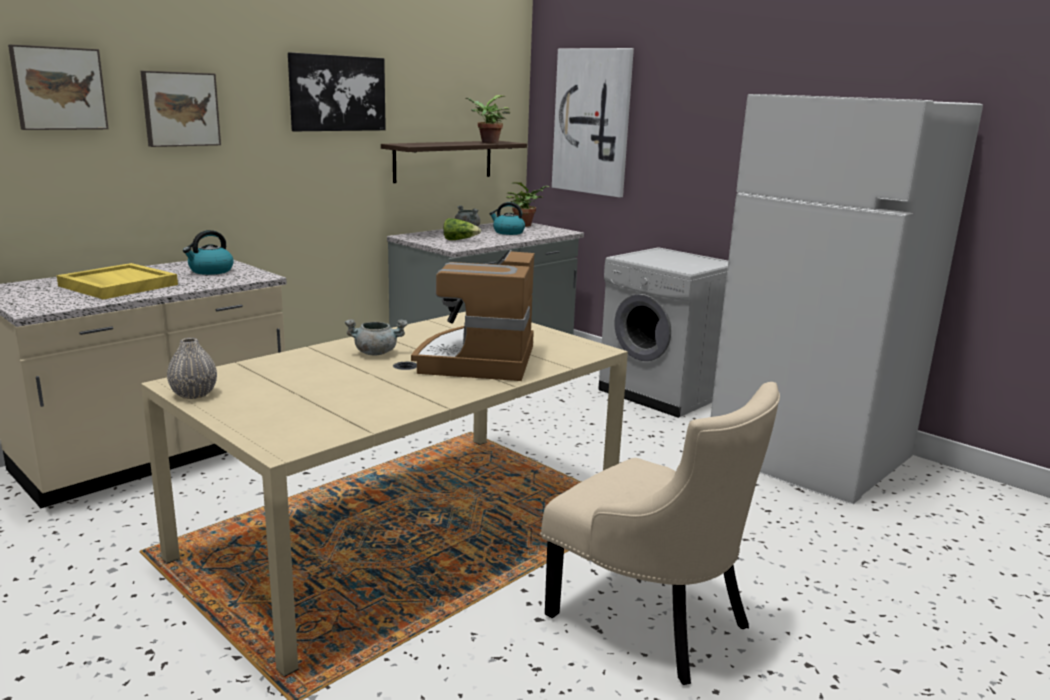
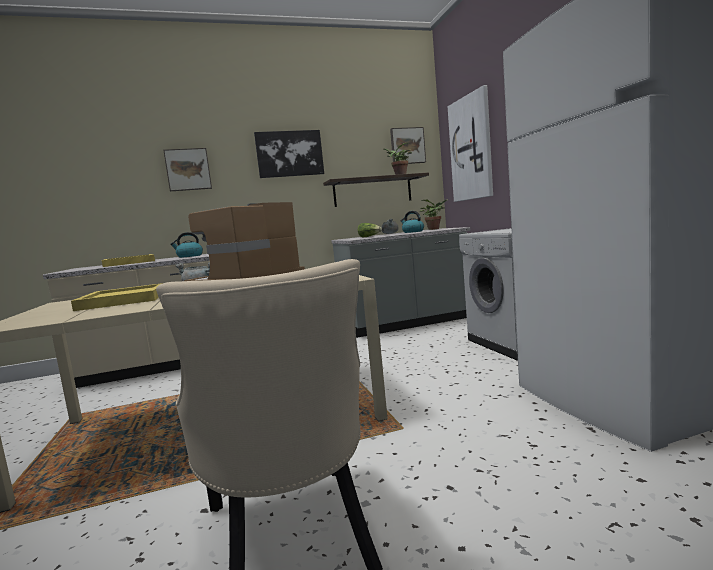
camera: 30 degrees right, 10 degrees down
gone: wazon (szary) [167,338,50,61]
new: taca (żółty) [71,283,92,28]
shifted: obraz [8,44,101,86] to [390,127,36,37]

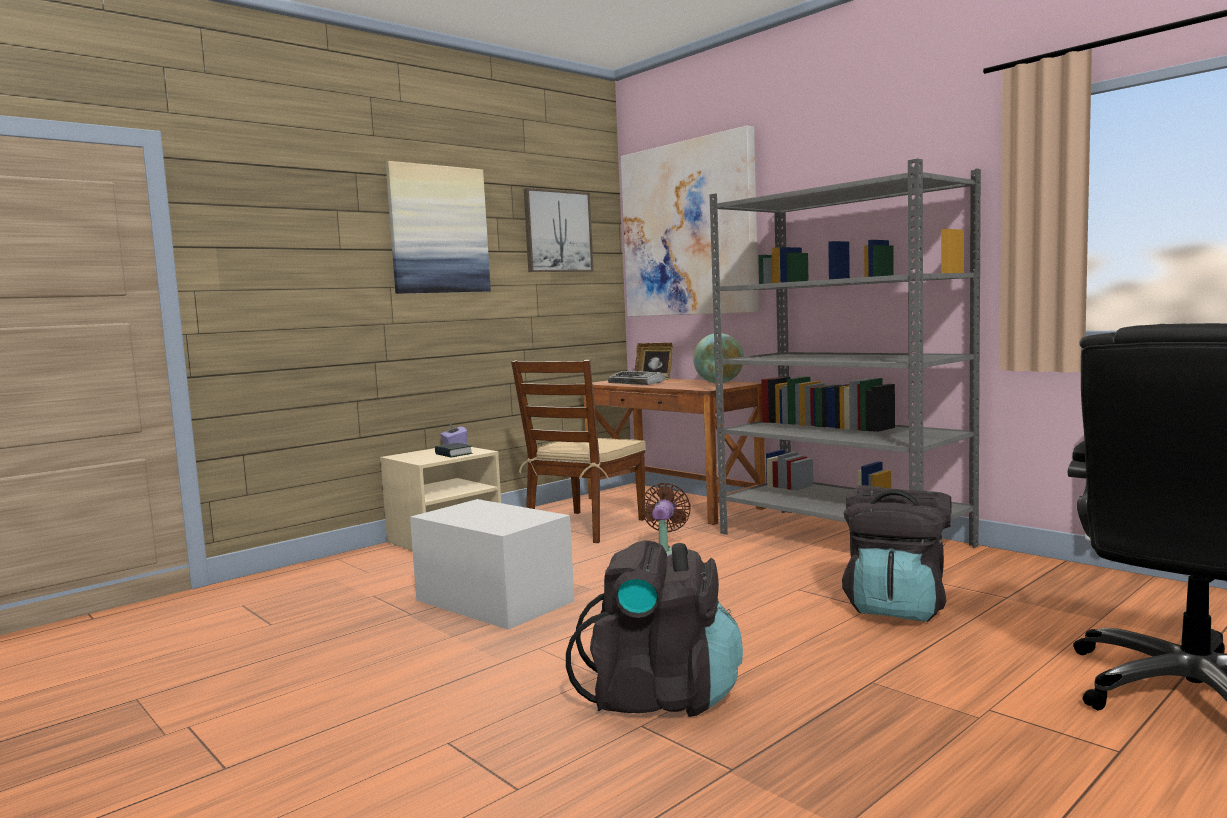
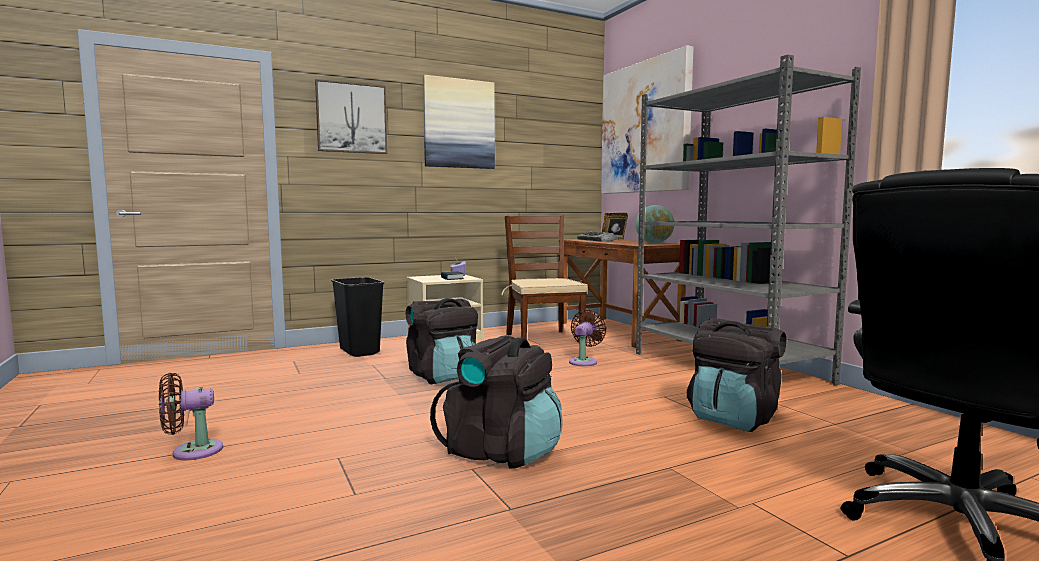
camera: 15 degrees right, 0 degrees up
new: wentylator (brązowy) [159,373,64,87]; kosz na śmieci (czarny) [331,277,53,80]
shifted: obraz [524,188,70,84] to [315,79,72,75]
swapped: pojemnik do przechowywania (biały) [410,499,164,131] to plecak (czarny) [406,298,72,86]
rotated: krzesło (brązowy) [511,360,135,183] = [501,216,87,124] 120 degrees clockwise

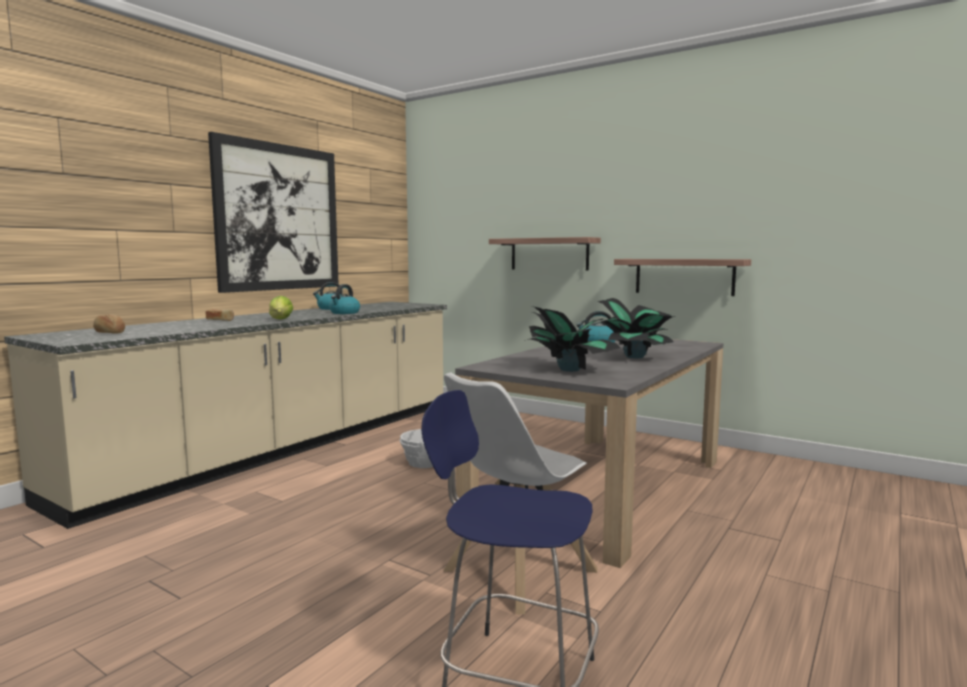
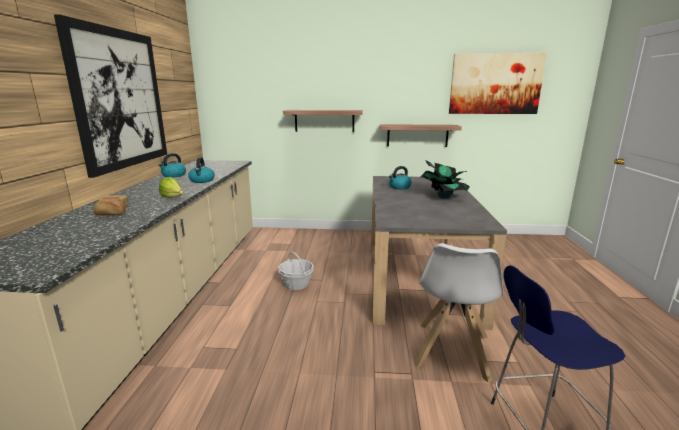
camera: 30 degrees left, 10 degrees up
gone: roślina doniczkowa [524,306,97,66]
new: obraz [449,53,98,61]
shifted: chleb [93,314,32,20] to [93,199,33,16]

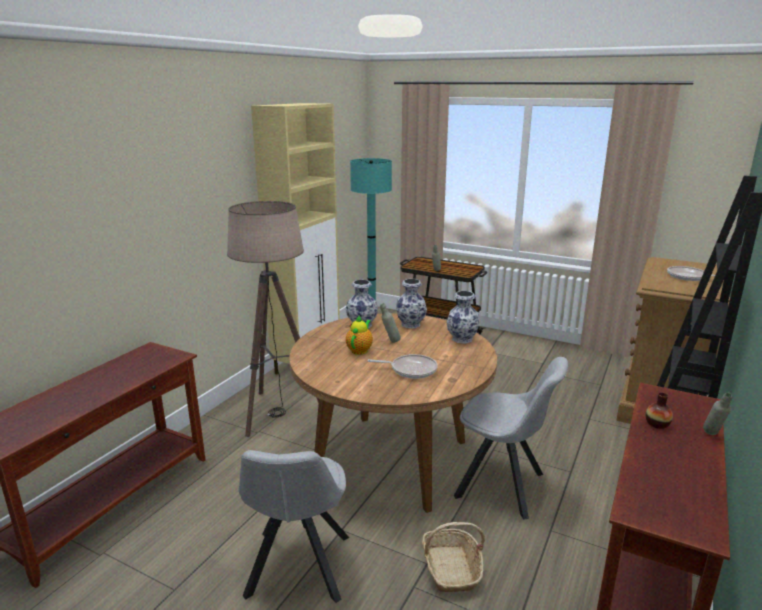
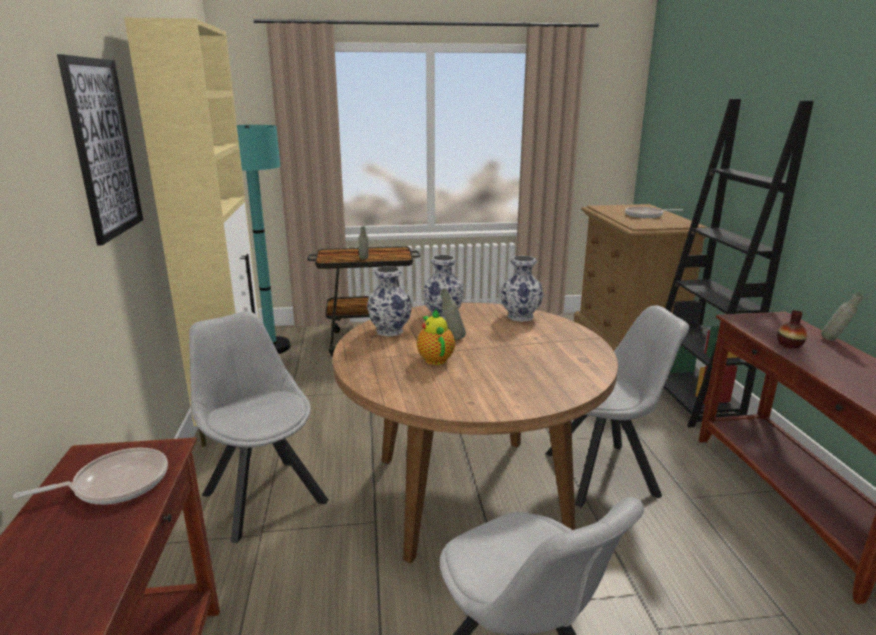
camera: 35 degrees left, 0 degrees up
gone: koszyk [422,522,63,70]
new: obraz [57,54,86,192]
shifted: patelnia [367,354,71,25] to [13,448,155,56]
swapped: lampa stojąca [227,201,92,236] to krzesło (szary) [189,311,139,232]

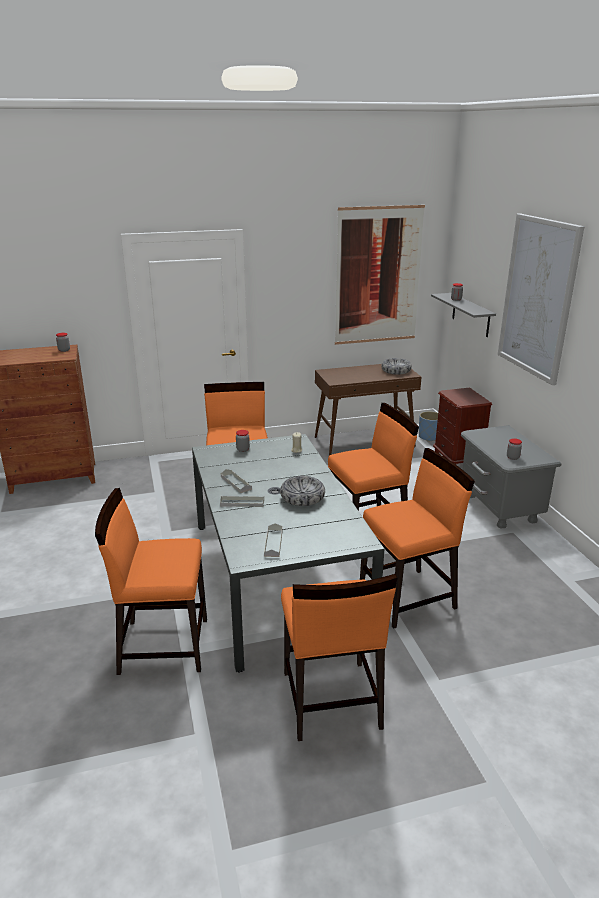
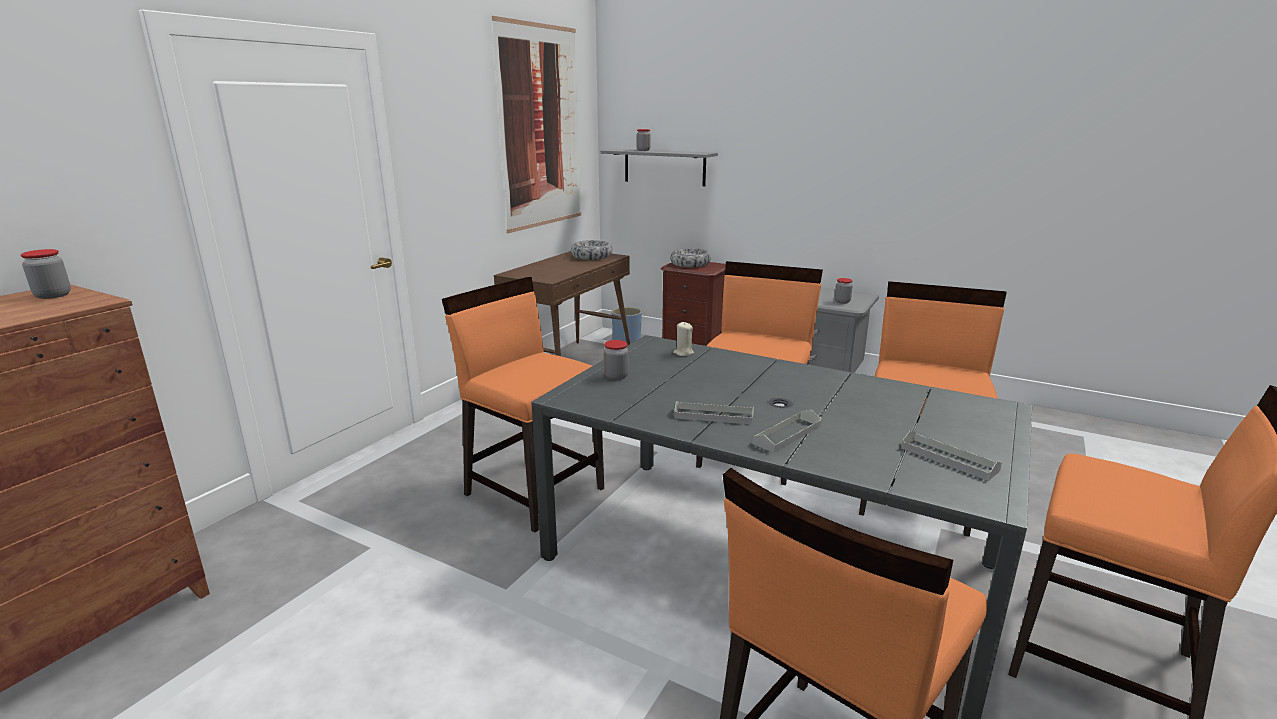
camera: 45 degrees left, 5 degrees down
gone: obraz [498,213,86,172]
shifted: miska [280,476,45,30] to [670,248,41,19]

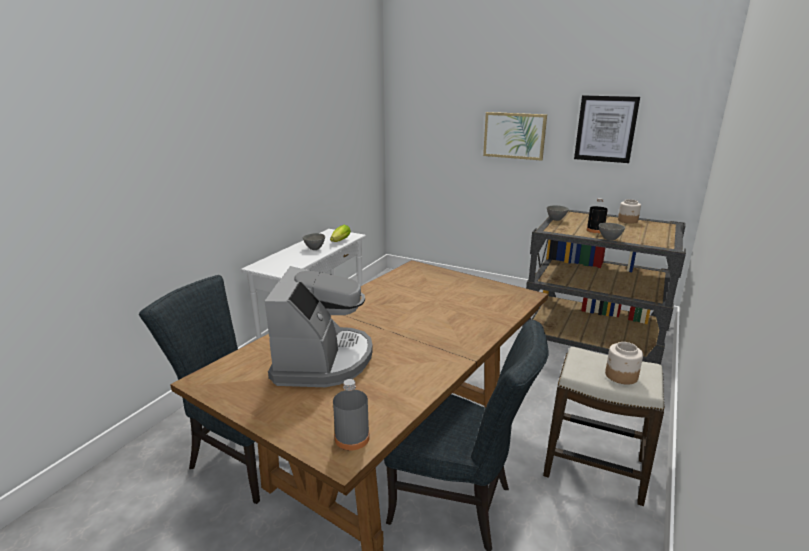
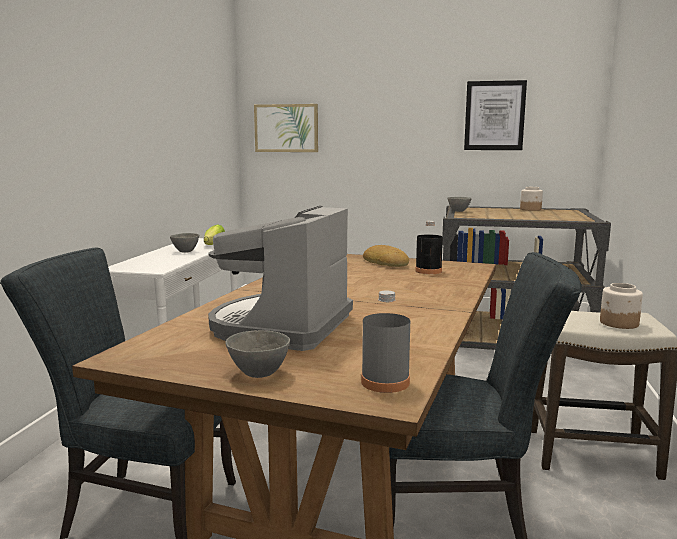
camera: 15 degrees left, 10 degrees down
new: chleb [363,245,46,22]
shifted: obraz [483,112,64,49] to [254,104,64,48]; butelka (czarny) [587,198,21,35] to [415,221,28,53]; miska (szary) [599,223,26,17] to [226,330,64,48]
rotated: ekspres do kawy [264,266,109,121] = [208,206,145,145] 150 degrees counterclockwise

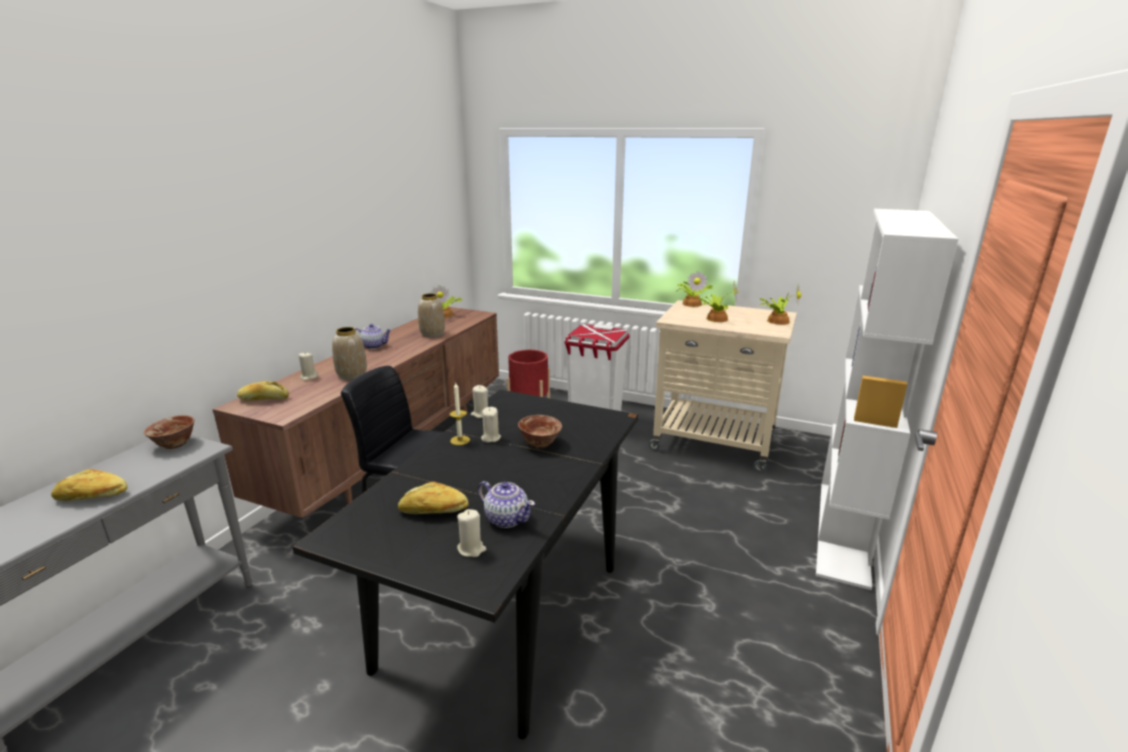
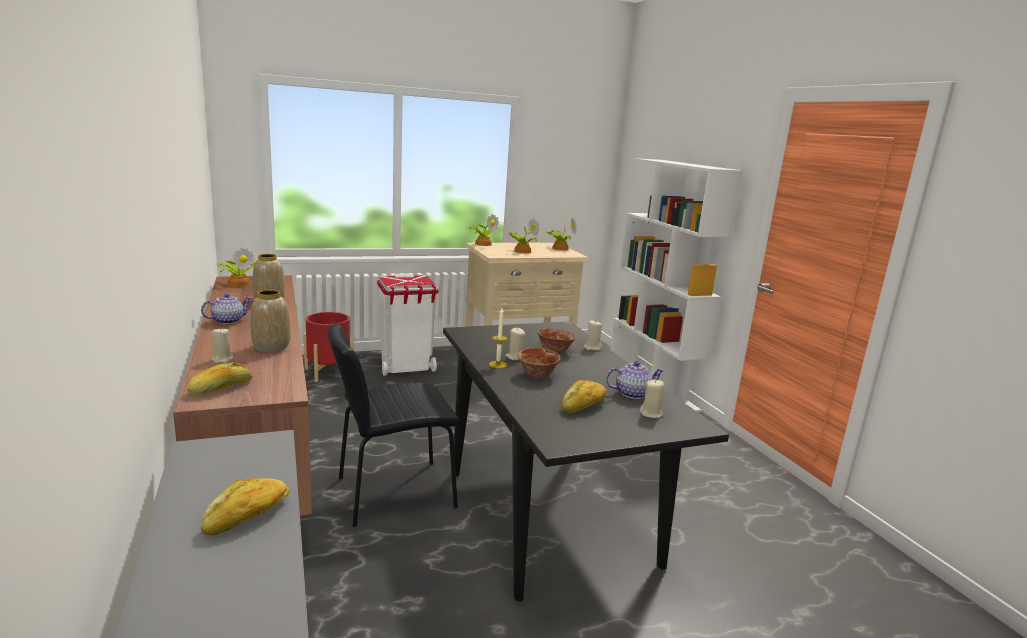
camera: 45 degrees left, 5 degrees down
shifted: miska [144,415,50,34] to [518,347,43,32]; świeca (beżowy) [471,385,17,33] to [583,320,19,30]

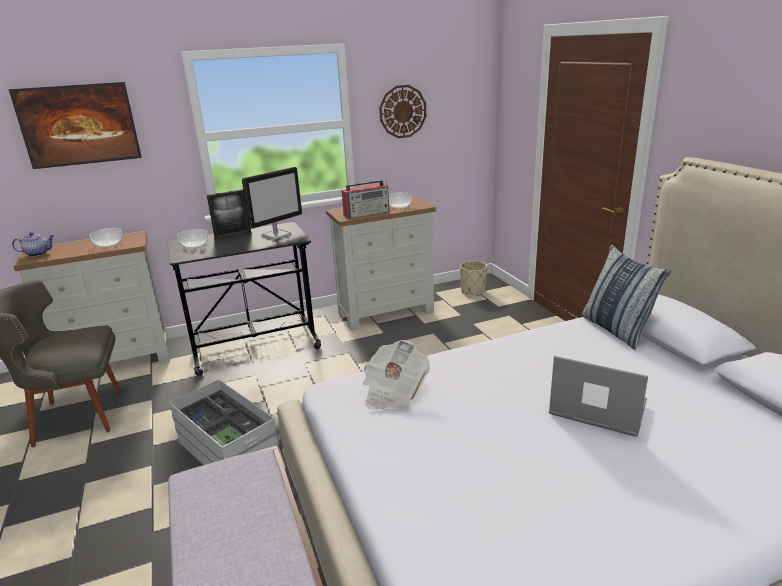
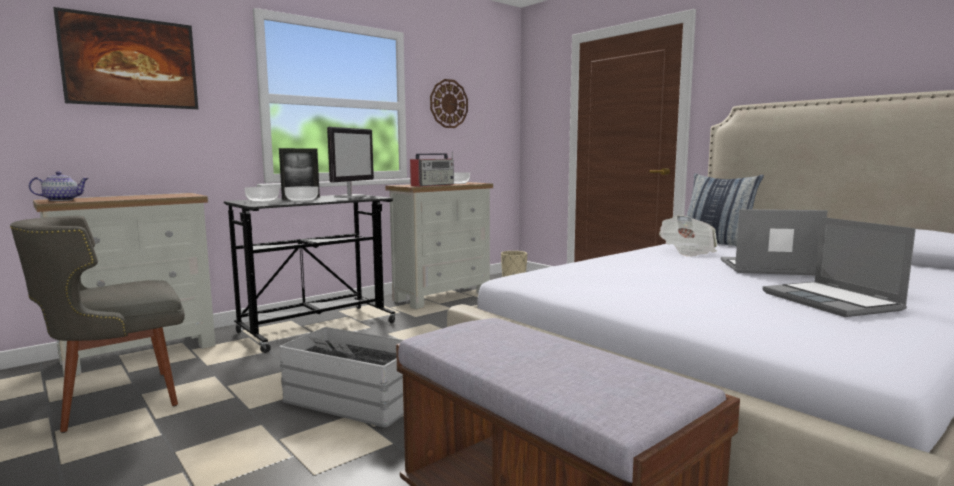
camera: 20 degrees left, 15 degrees down
new: laptop [763,217,153,100]
shifted: miska [89,228,34,19] to [284,186,34,16]; gazeta [363,340,67,69] to [659,215,58,42]

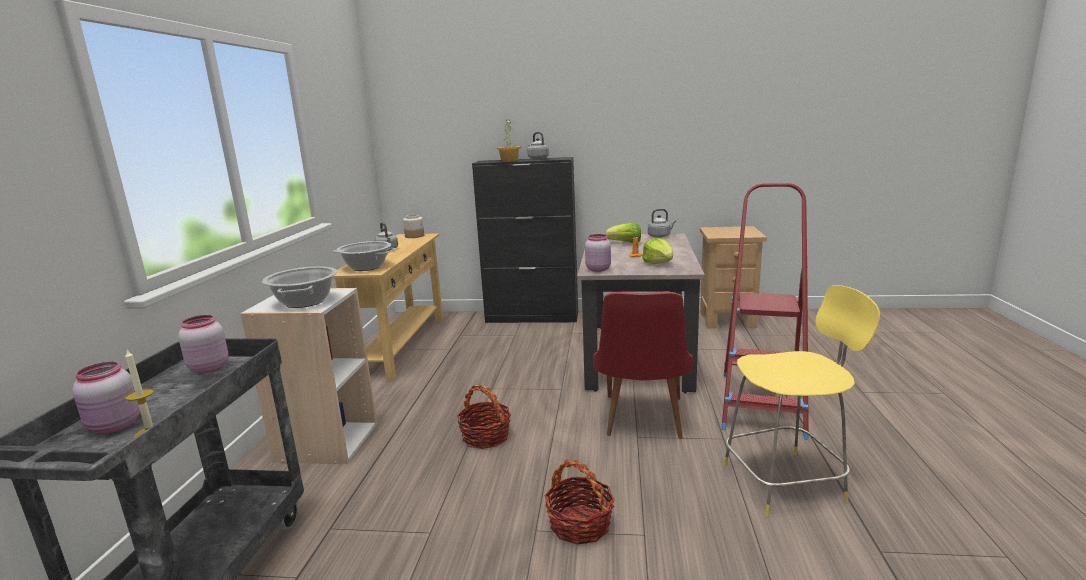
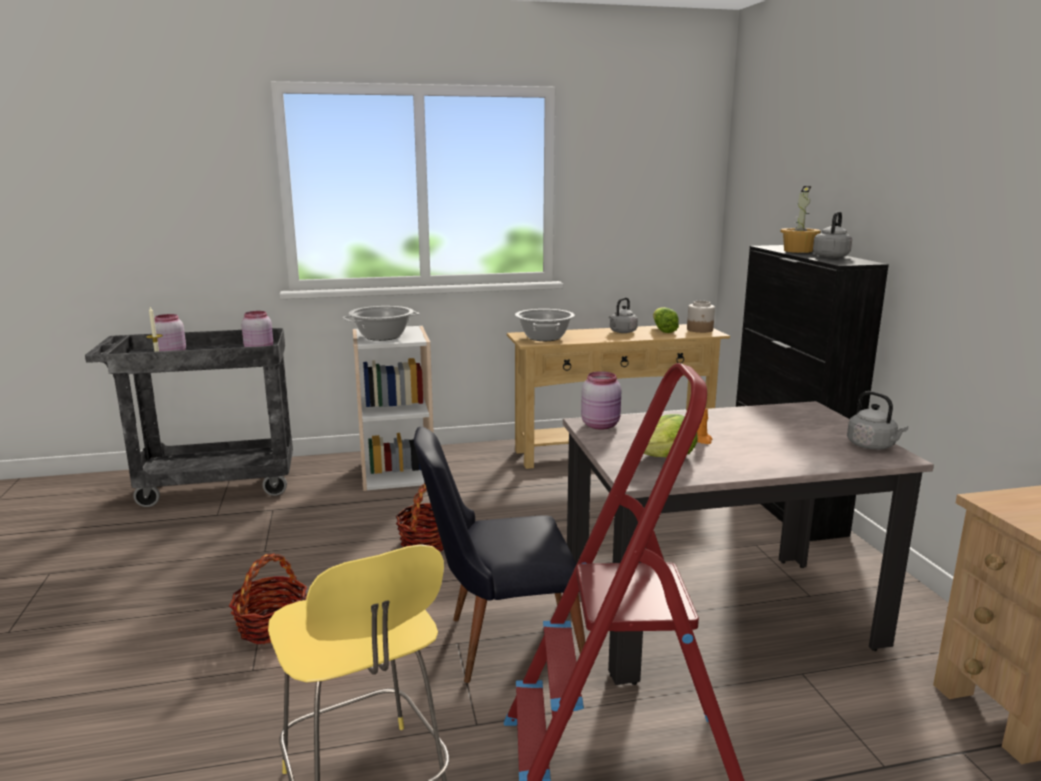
camera: 70 degrees right, 0 degrees up
shifted: sałata [605,222,36,21] to [653,307,26,26]
repainted: krzesło (czerwony) [593,292,100,147] to krzesło (czarny) [414,427,171,256]

